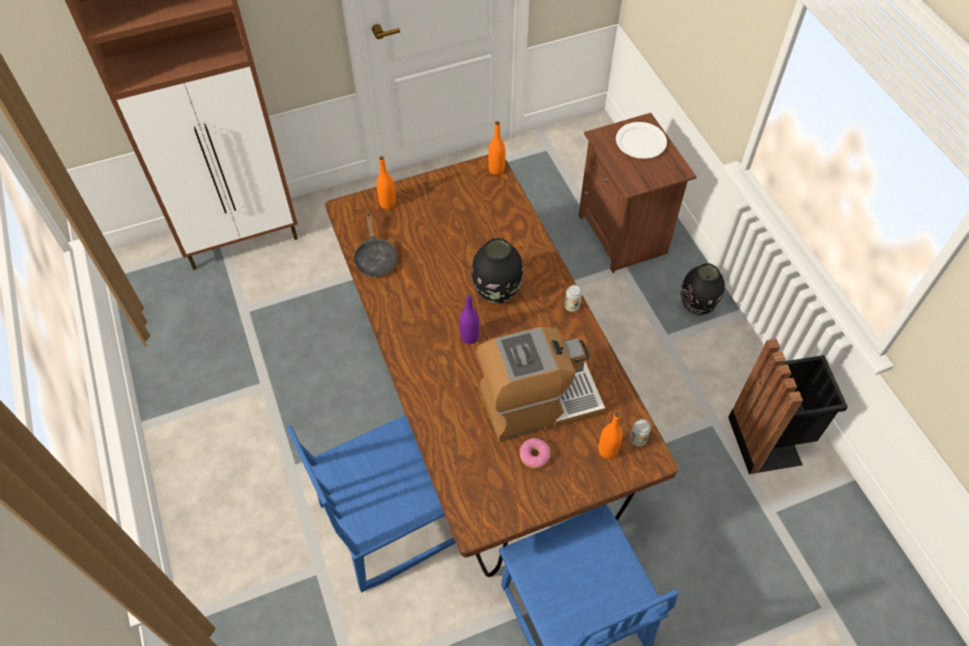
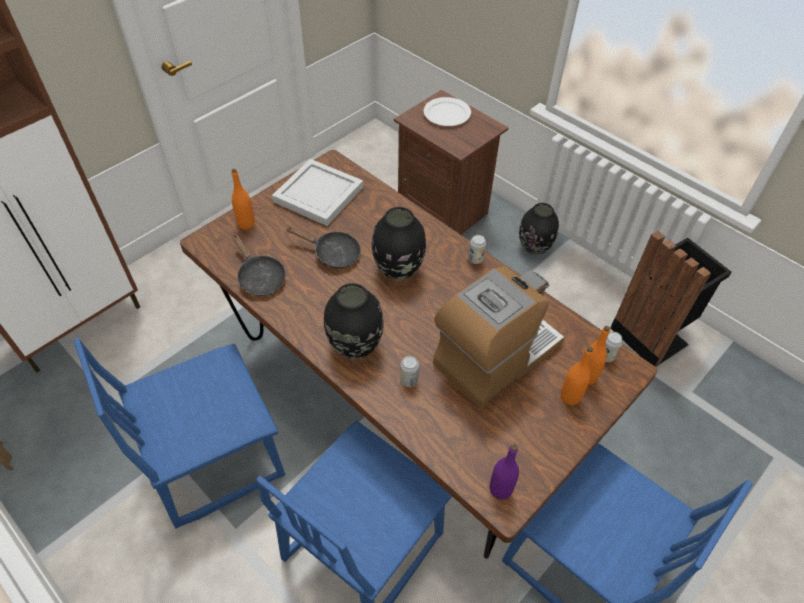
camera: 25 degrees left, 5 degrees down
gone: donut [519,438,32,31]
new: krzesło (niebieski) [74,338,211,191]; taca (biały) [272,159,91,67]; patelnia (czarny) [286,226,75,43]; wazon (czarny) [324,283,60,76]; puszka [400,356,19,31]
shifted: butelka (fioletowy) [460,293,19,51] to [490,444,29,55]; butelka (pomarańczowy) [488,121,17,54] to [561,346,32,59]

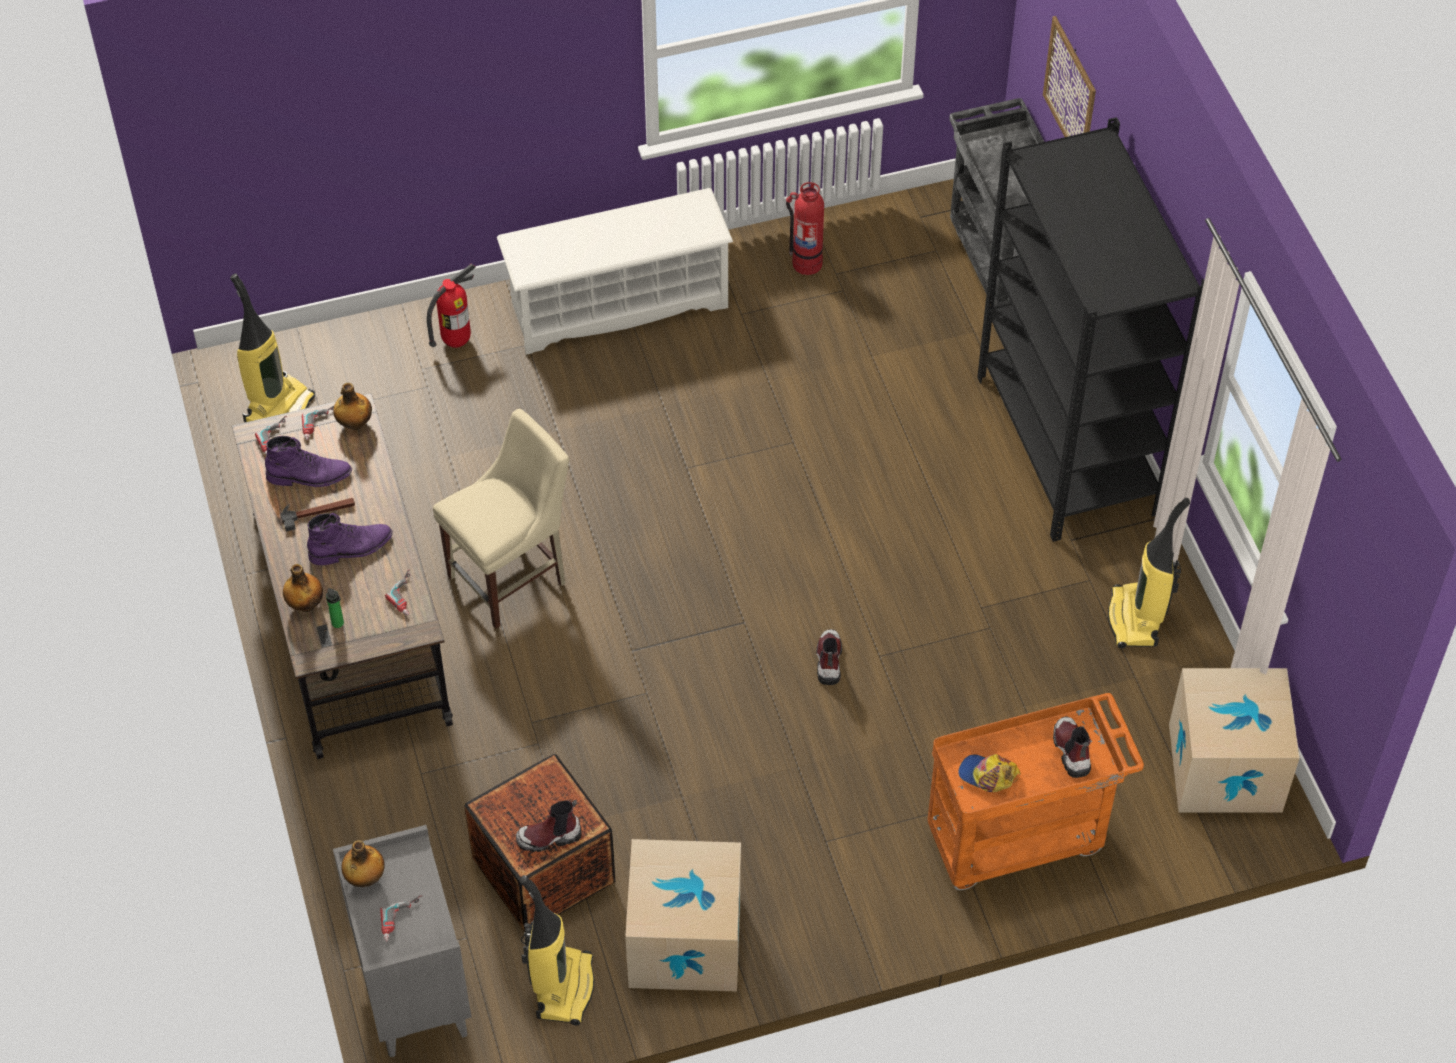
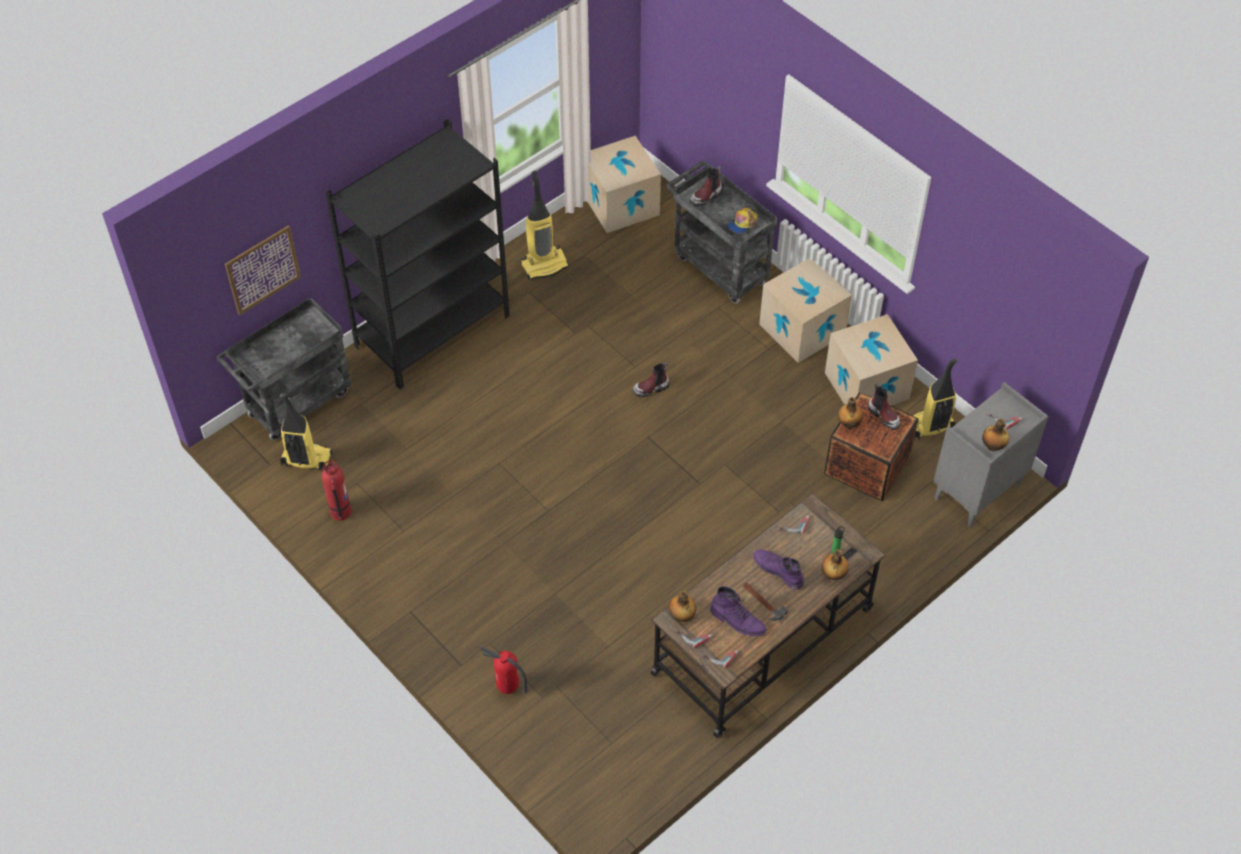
camera: 115 degrees left, 0 degrees up
gone: krzesło (beżowy) [433,409,136,220]; regał na buty (biały) [497,188,236,167]
new: karton [759,258,93,105]; butelka [838,397,25,32]
shifted: odkurzacz [230,273,85,149] to [280,393,53,78]
repainted: wózek (pomarańczowy) [927,693,217,197] to wózek (czarny) [666,161,111,143]
rotated: but z cholewką (fioletowy) [265,436,87,51] = [710,586,57,50] 150 degrees clockwise; czapka z daszkiem [958,754,63,38] = [727,208,31,26] 45 degrees clockwise

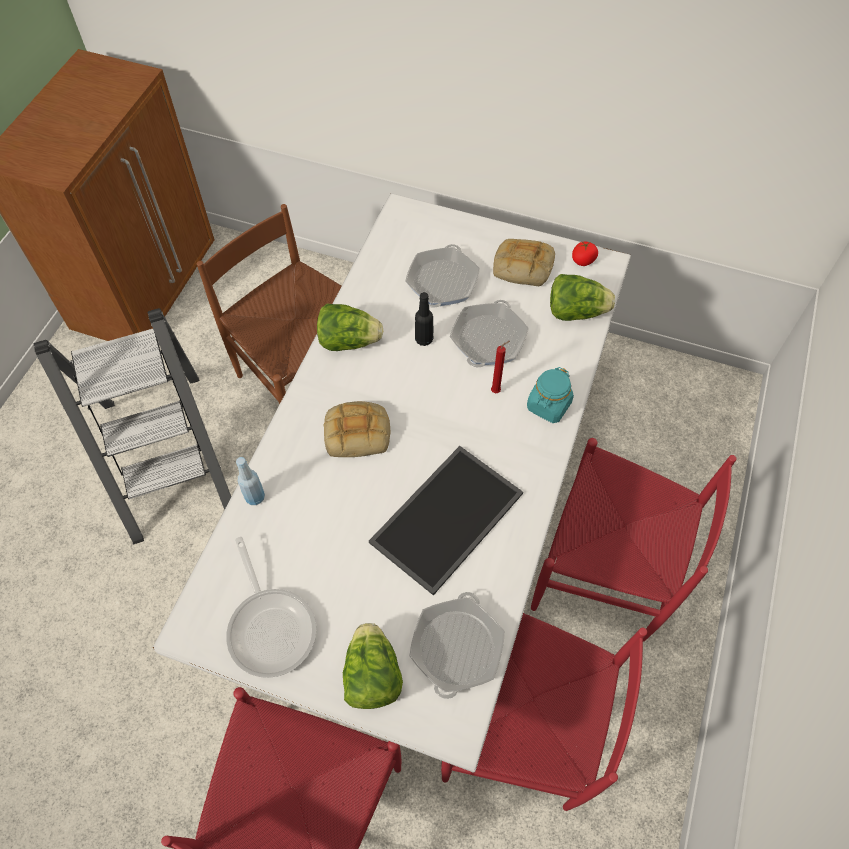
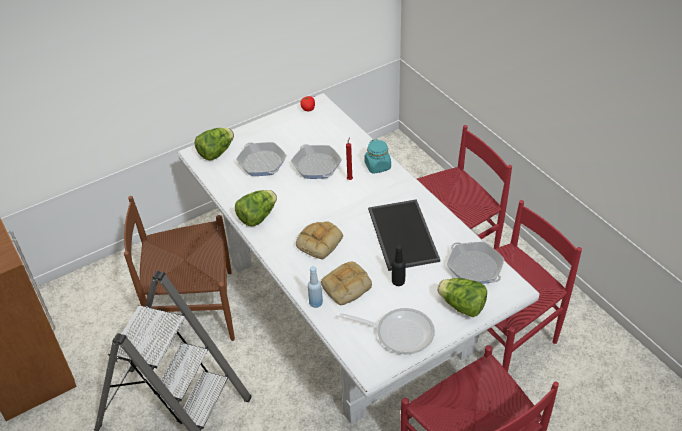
camera: 50 degrees left, 15 degrees down
shifted: butelka (czarny) [415,292,18,54] to [392,245,13,41]; chleb [493,239,62,47] to [321,262,51,43]; sałata [550,274,65,47] to [194,128,40,33]

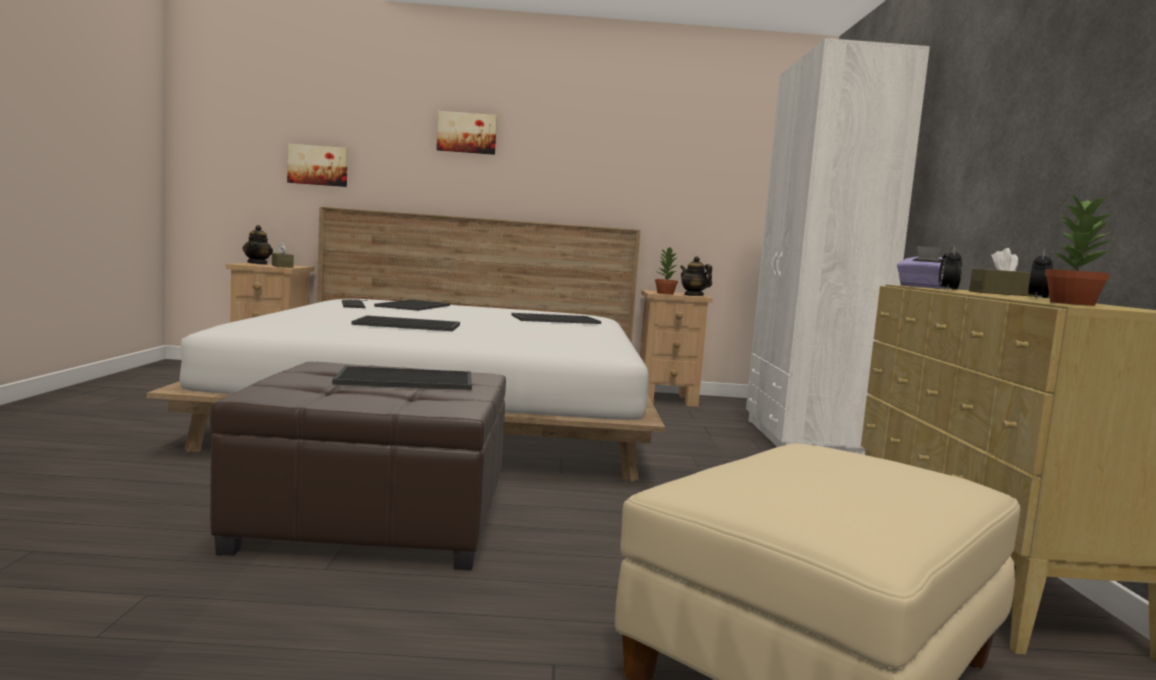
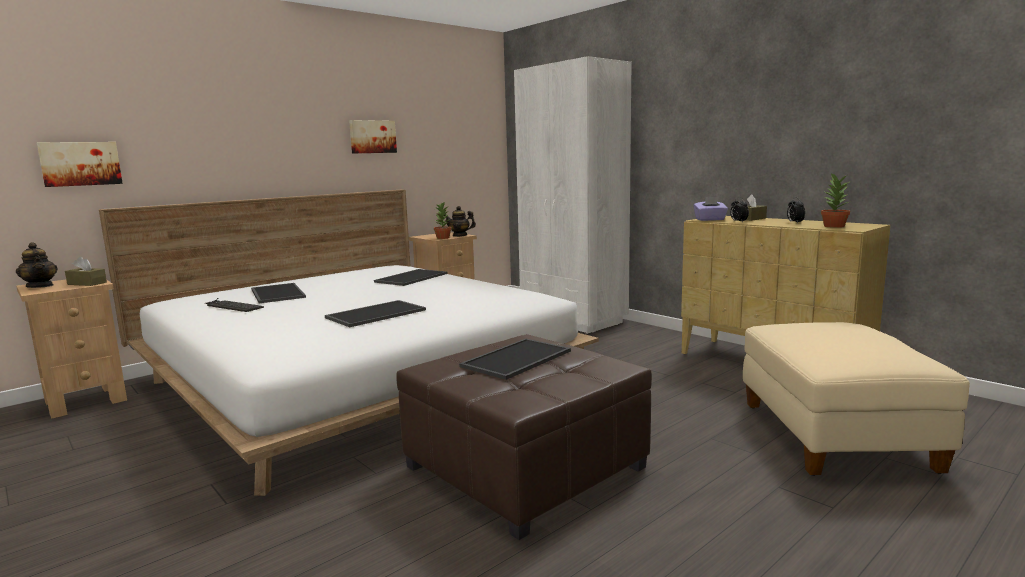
camera: 40 degrees left, 5 degrees up
shifted: obraz [437,111,60,44] to [349,120,48,34]

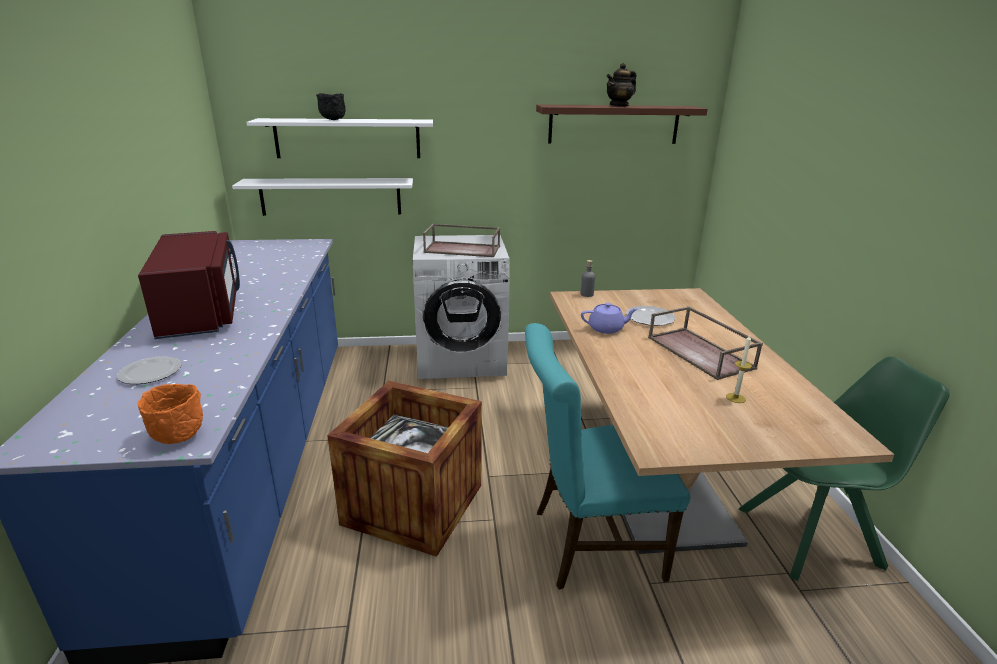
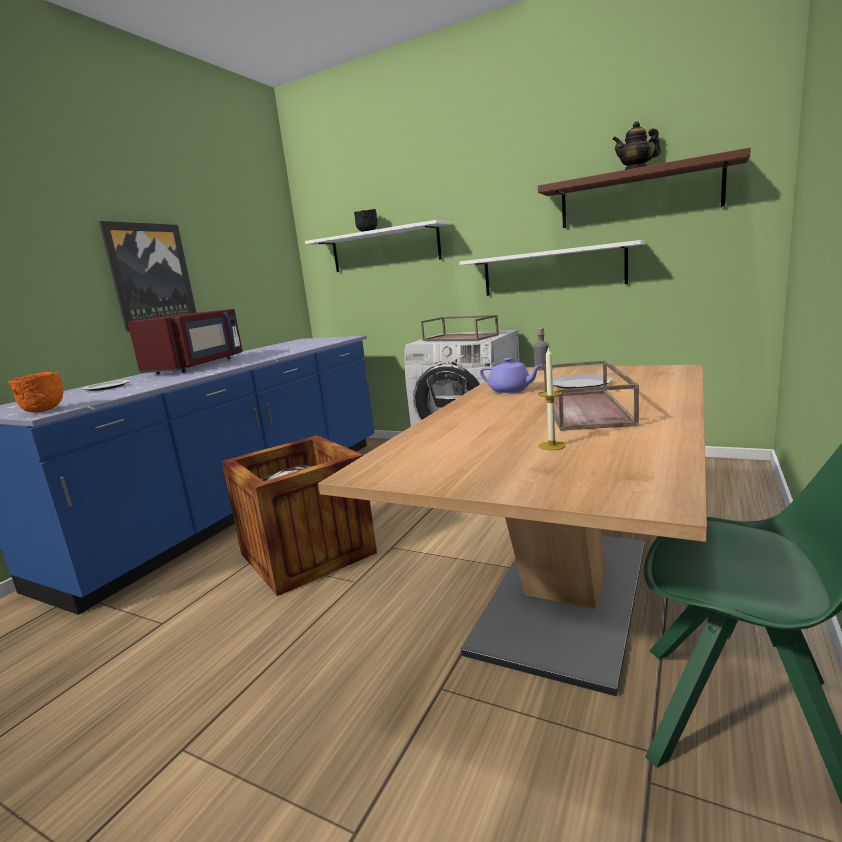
camera: 35 degrees right, 10 degrees down
gone: krzesło (turkusowy) [525,323,165,267]
new: obraz [99,221,97,111]
shifted: półka (biały) [232,178,181,38] to [459,240,186,56]

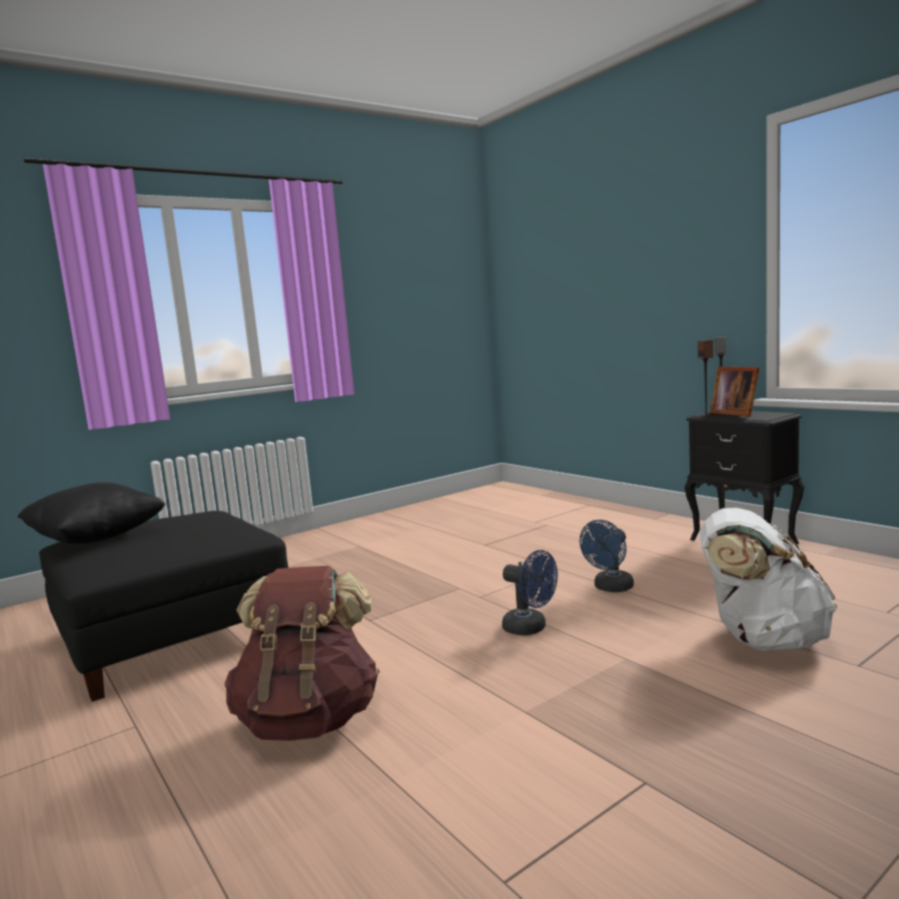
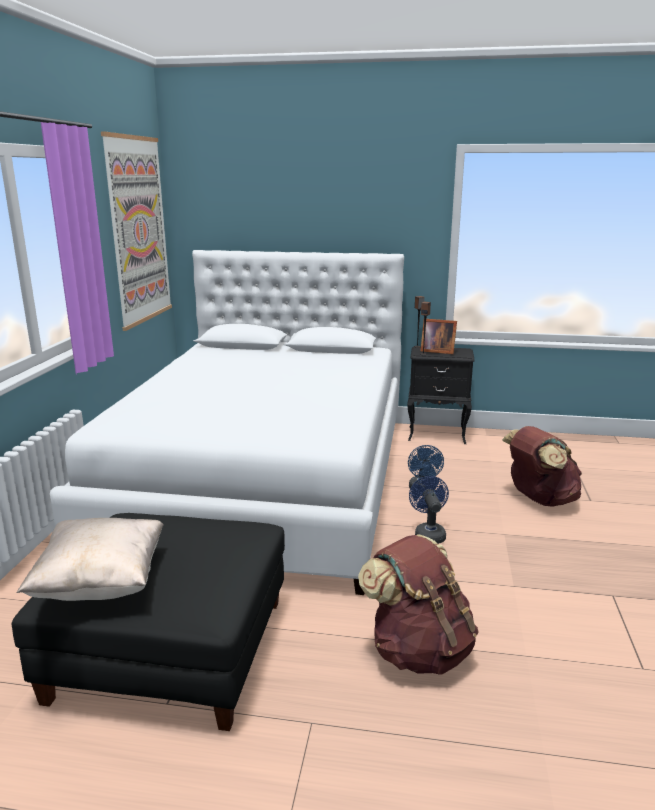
camera: 45 degrees left, 10 degrees up
new: łóżko (biały) [50,250,354,345]; obraz [101,131,71,200]
repainted: poduszka (czarny) [18,482,147,62] to poduszka (beżowy) [16,518,148,83]; plecak (biały) [699,508,138,143] to plecak (brązowy) [502,426,80,81]
rotated: wentylator (niebieski) [502,550,56,86] = [409,476,40,68] 90 degrees counterclockwise

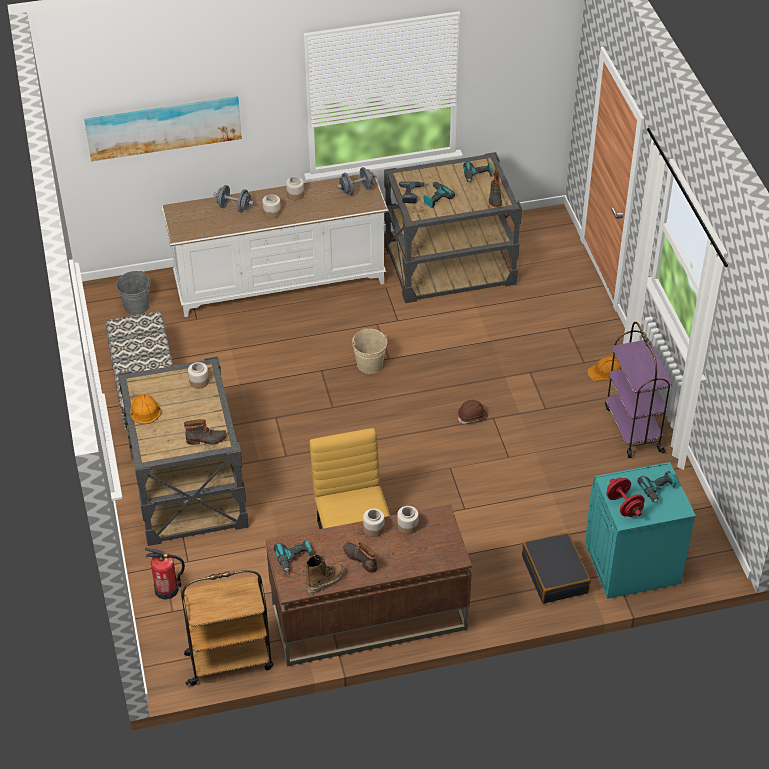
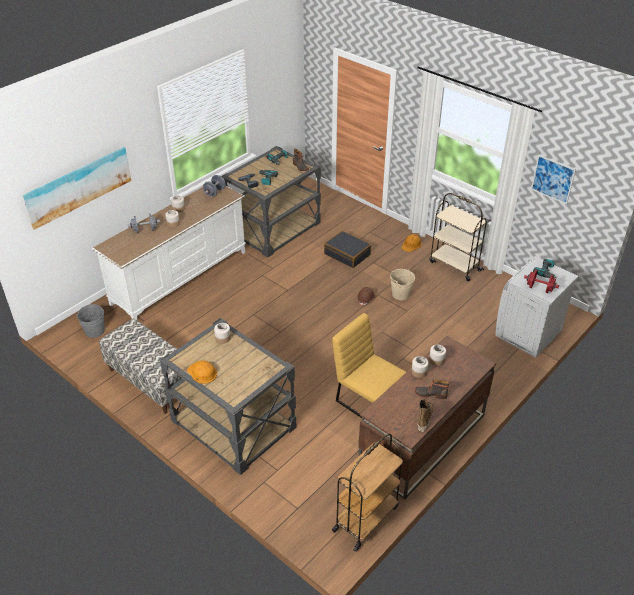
camera: 35 degrees left, 5 degrees down
gone: gaśnica [145,548,40,52]; but z cholewką [184,419,42,26]; wiertarka [274,539,38,34]
new: obraz [531,155,45,49]
shifted: wiadro (beżowy) [352,329,35,45] to [390,269,25,31]; walizka (czarny) [522,532,69,71] to [324,231,47,37]
repainted: pralka (turkusowy) [585,462,111,137] to pralka (biały) [495,256,83,102]; wózek (fioletowy) [605,322,67,136] to wózek (beżowy) [429,193,58,89]

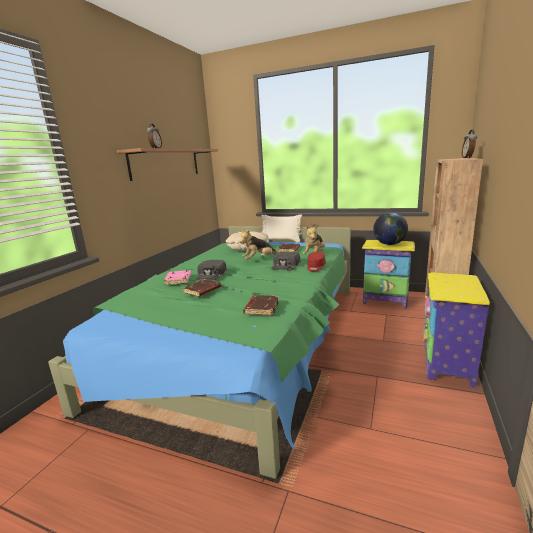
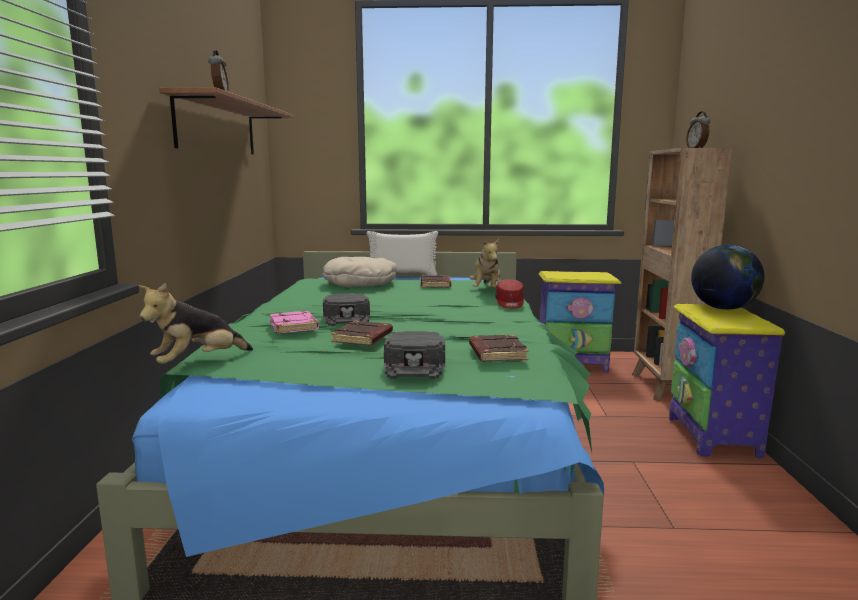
camera: 20 degrees left, 5 degrees down
shifted: pluszak [239,229,38,31] to [139,283,114,81]; czapka z daszkiem (czarny) [271,252,29,19] to [384,331,61,48]; globus [373,212,35,33] to [691,245,73,65]

